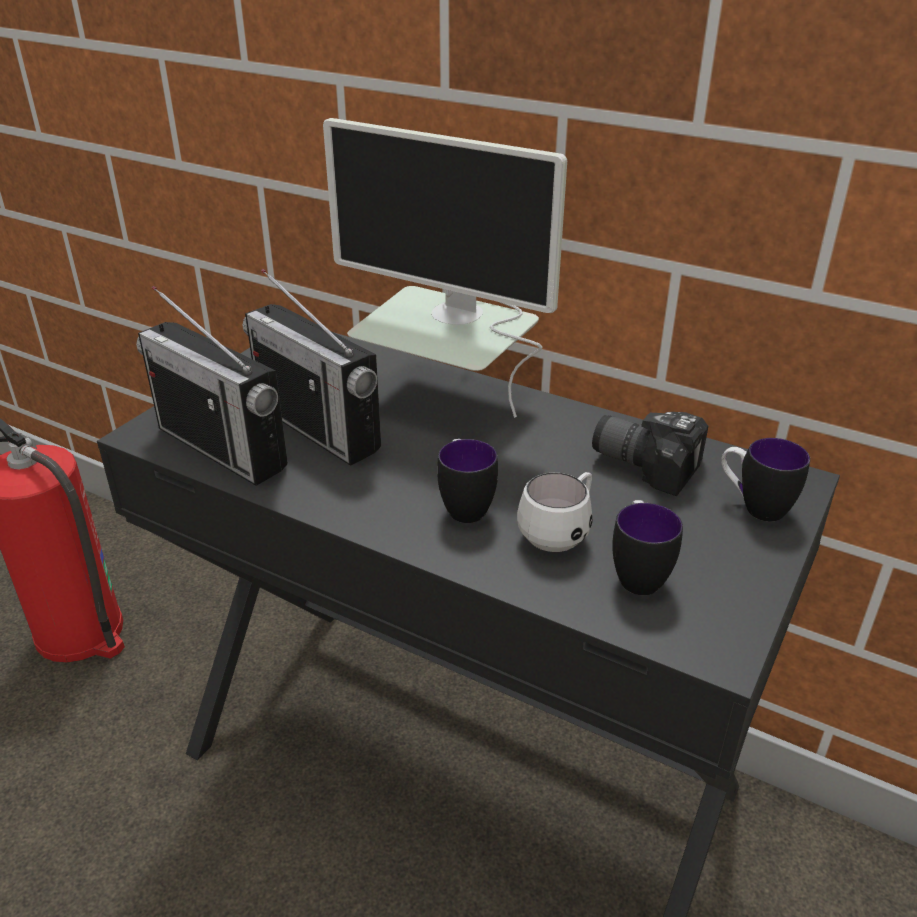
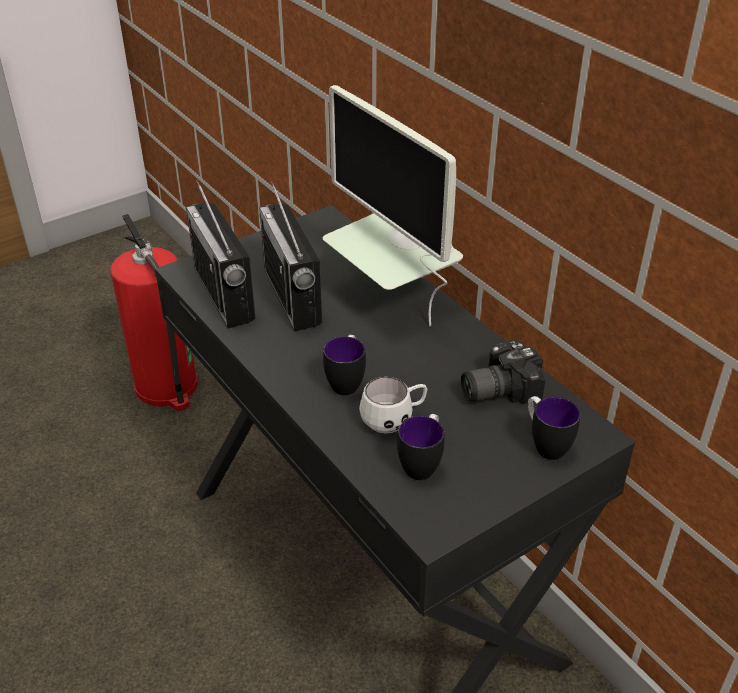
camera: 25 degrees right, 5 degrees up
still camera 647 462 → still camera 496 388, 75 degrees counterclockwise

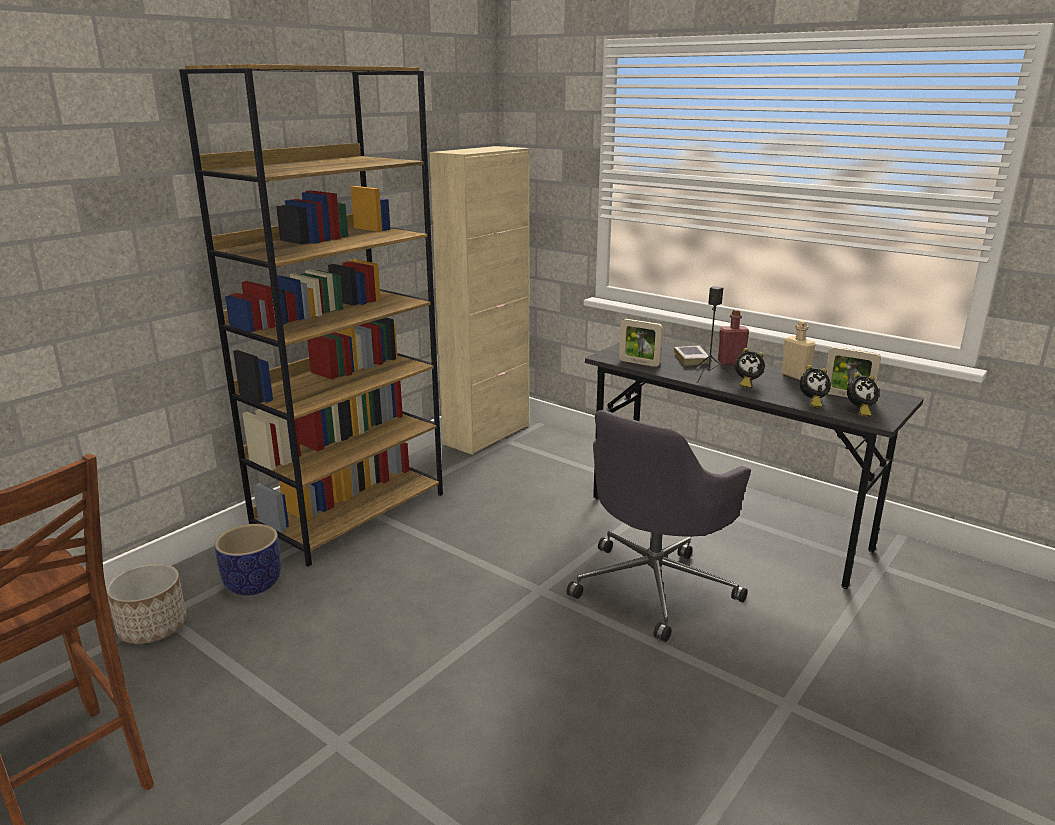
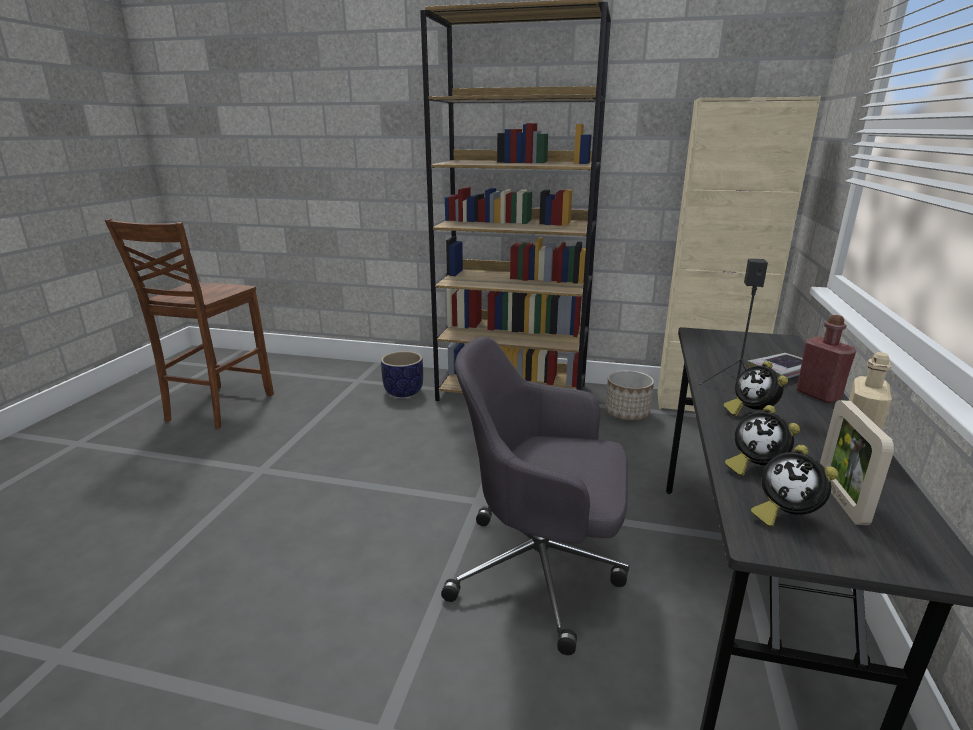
camera: 65 degrees right, 0 degrees up
photo frame 639 363 → -
plant pot 153 627 → plant pot 627 413, shifted

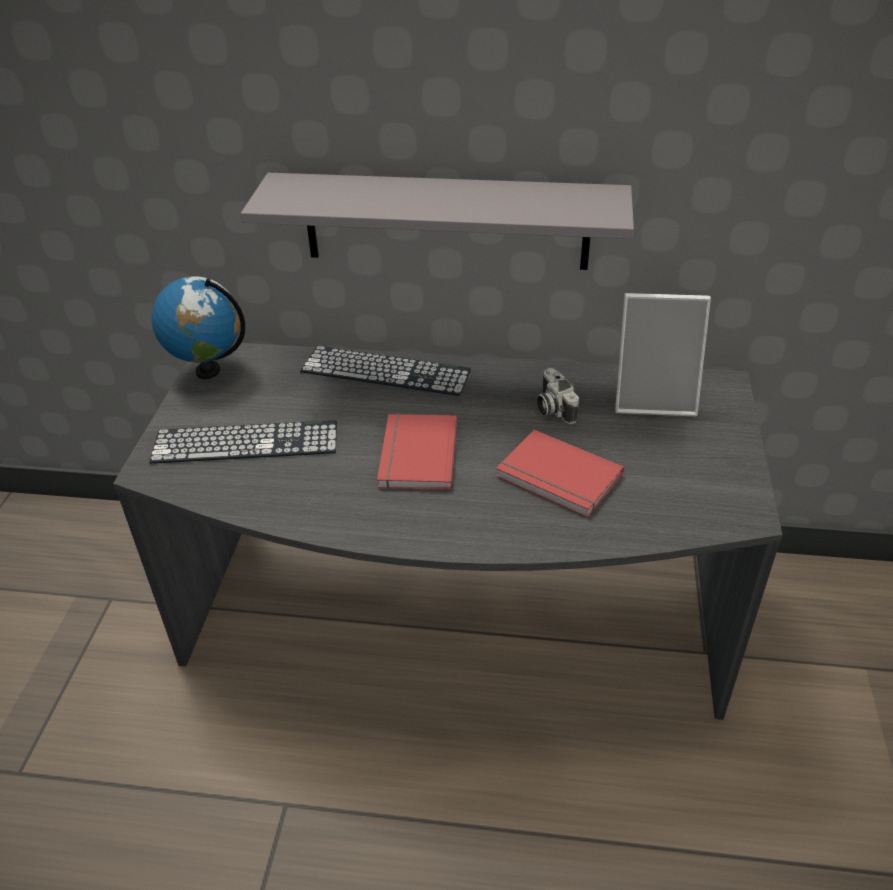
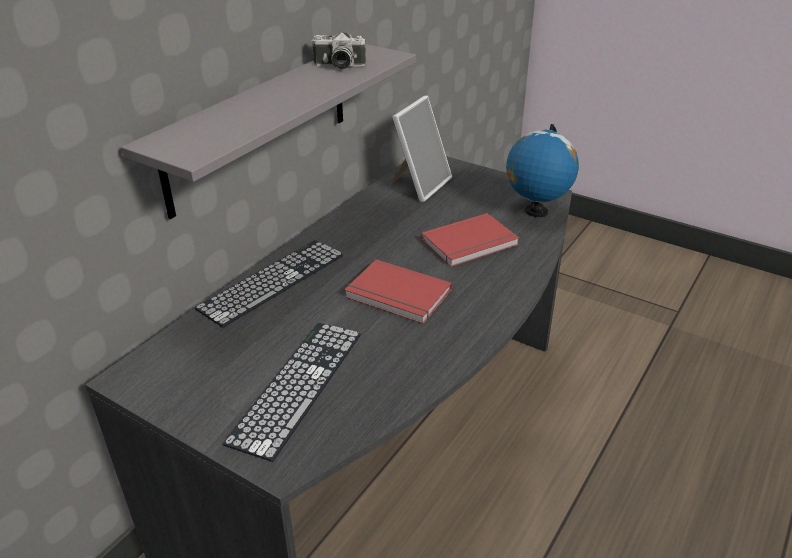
camera: 65 degrees left, 5 degrees down
world globe 208 371 → world globe 536 212, shifted
still camera 553 408 → still camera 338 66, shifted

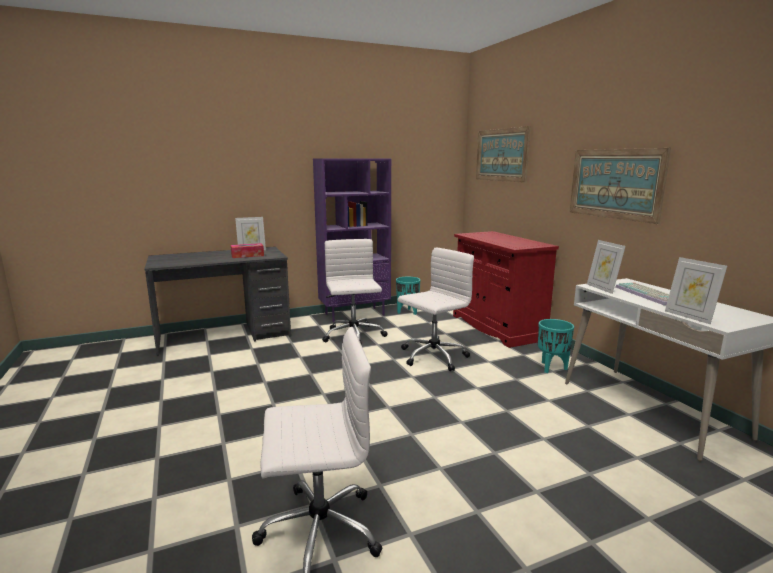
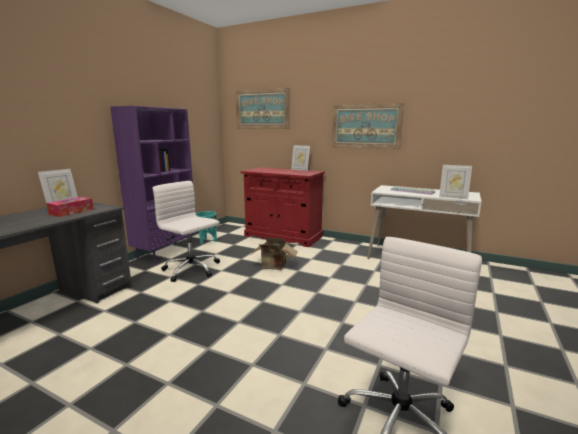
camera: 40 degrees left, 0 degrees up
plant pot (turquoise-coloured) 552 368 → -
photo frame 602 288 → photo frame 300 170, shifted
computer chair (whitish) 432 357 → packing box 274 267

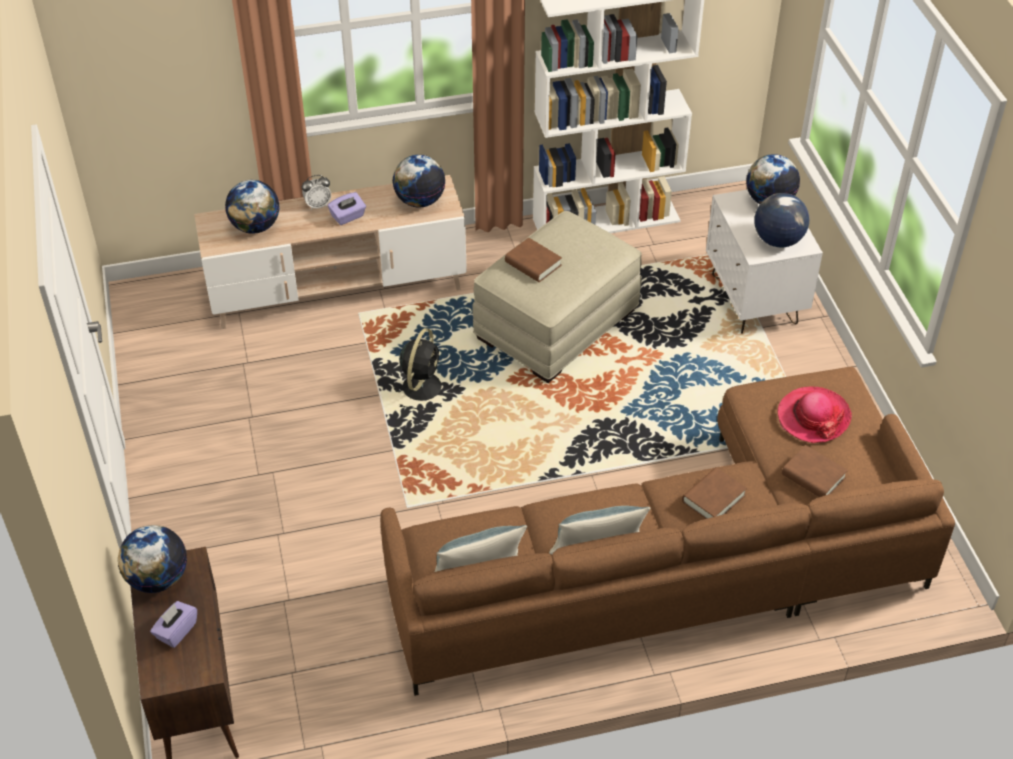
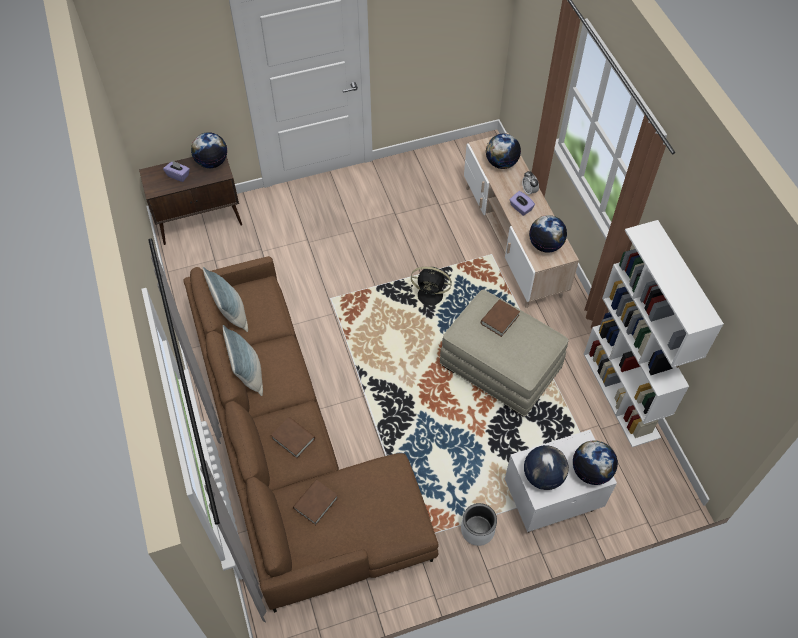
camera: 85 degrees right, 10 degrees up
wearable hat 813 417 → -
- → plant pot (whitish) 477 530

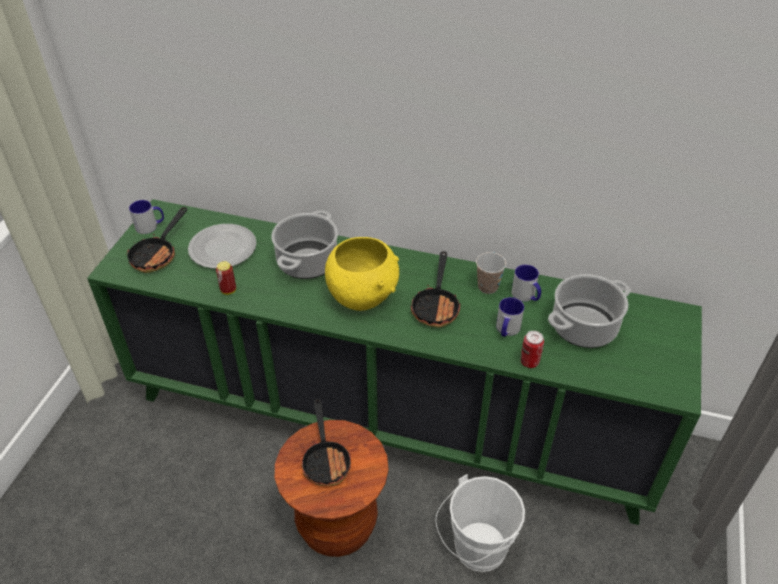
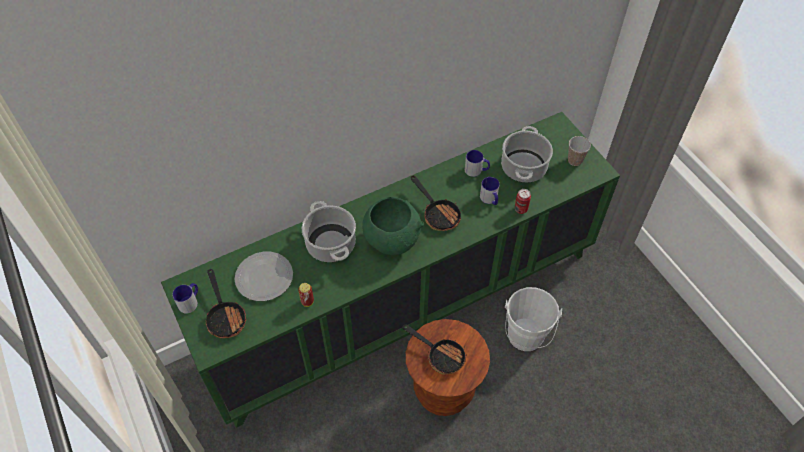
camera: 45 degrees left, 10 degrees up
drinking cup 487 287 → drinking cup 575 160, shifted
bowl (yellowish) 362 297 → bowl (greenish) 392 240

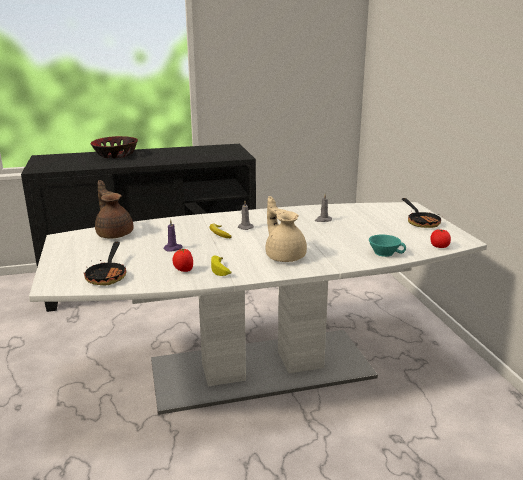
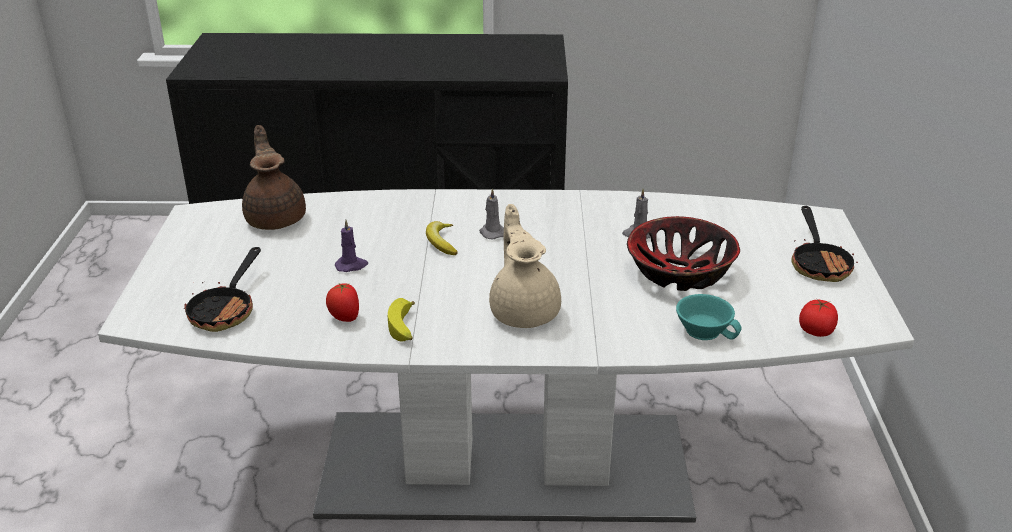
camera: 15 degrees right, 10 degrees up
bowl 115 155 → bowl 679 274, shifted

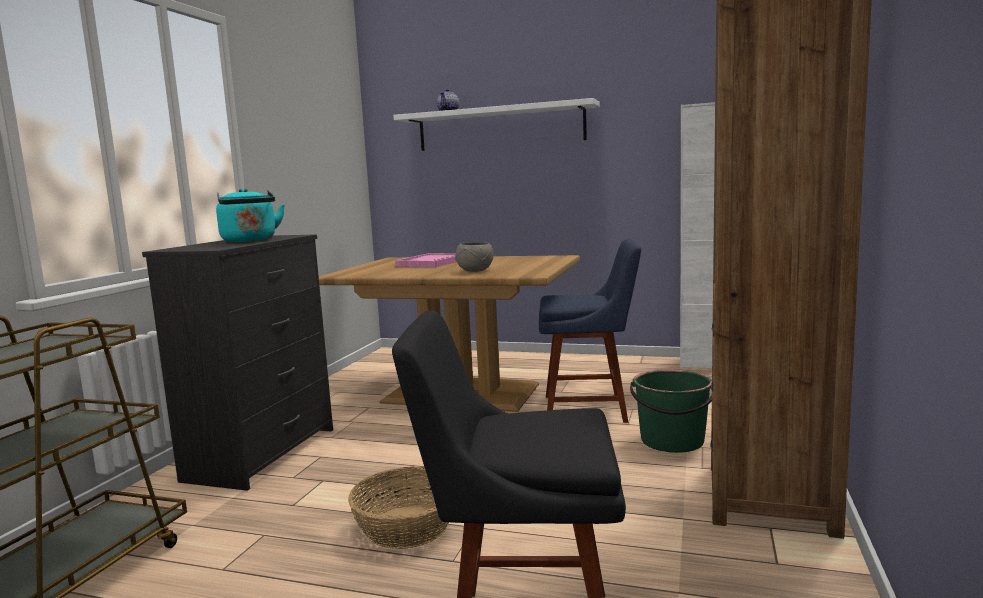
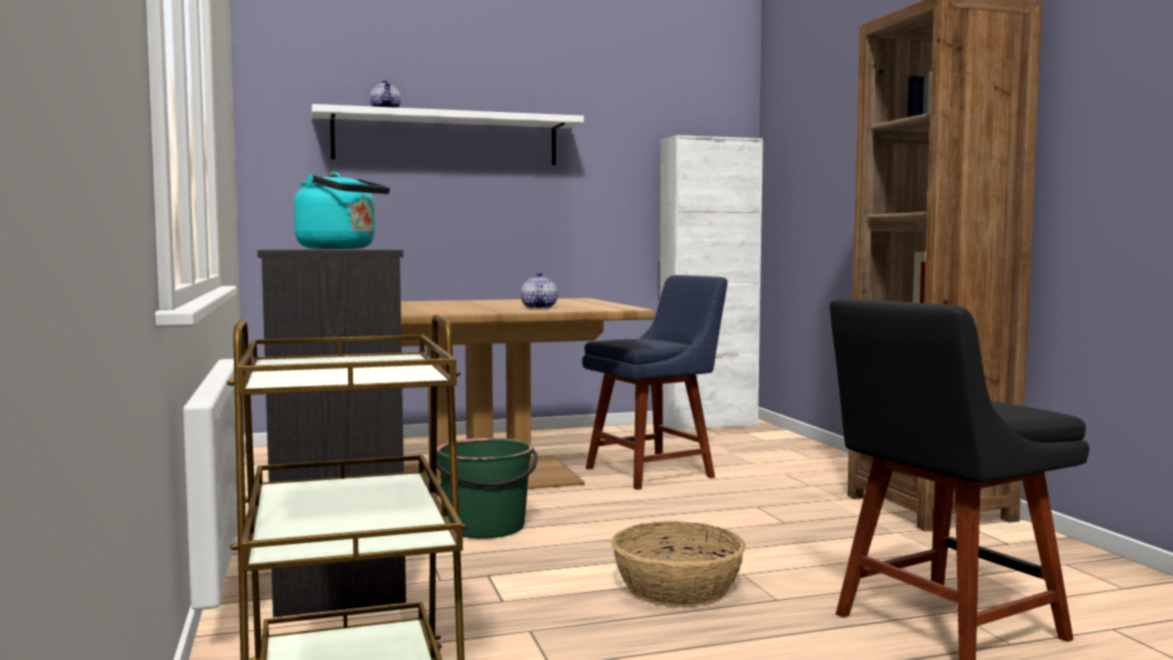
camera: 35 degrees left, 5 degrees down
tray (pink-coloured) 432 262 → -
water bucket (greenish) 672 441 → water bucket (greenish) 486 527, shifted
bowl (gray) 475 271 → teapot 538 307

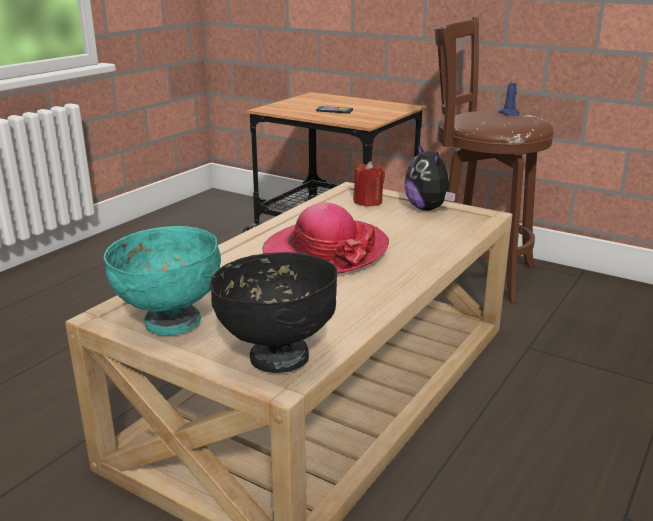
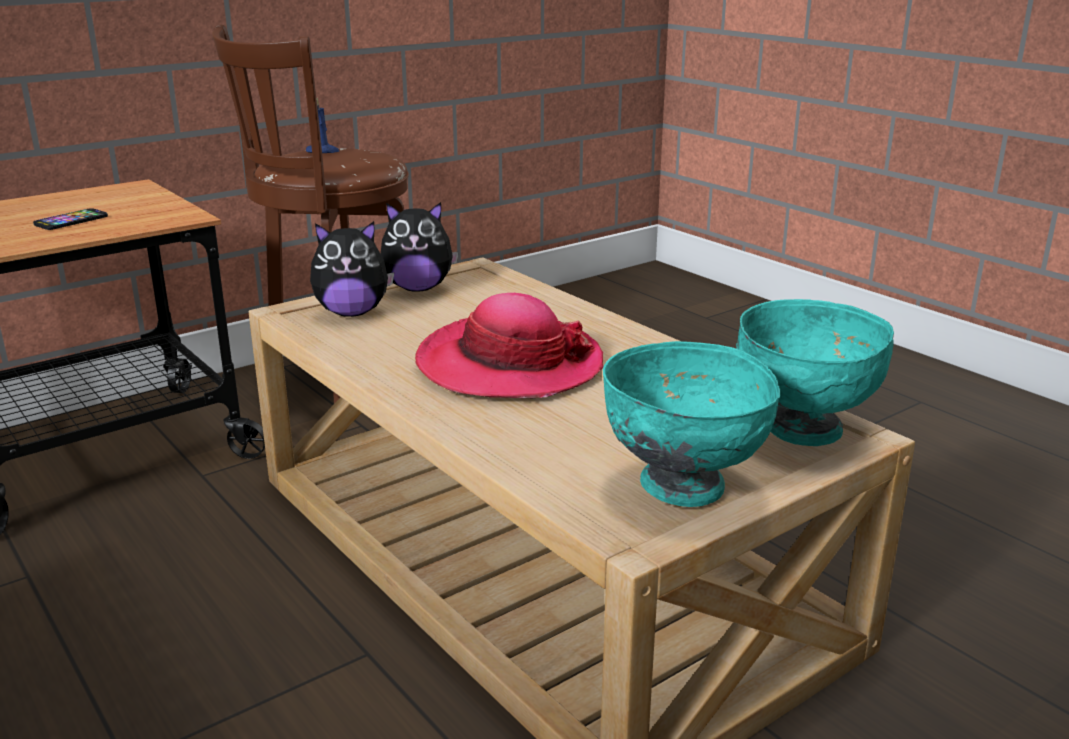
camera: 70 degrees left, 0 degrees up
wax light (reddish) 368 202 → plush toy 352 313
bowl (black-coloured) 278 356 → bowl (turquoise-coloured) 801 429

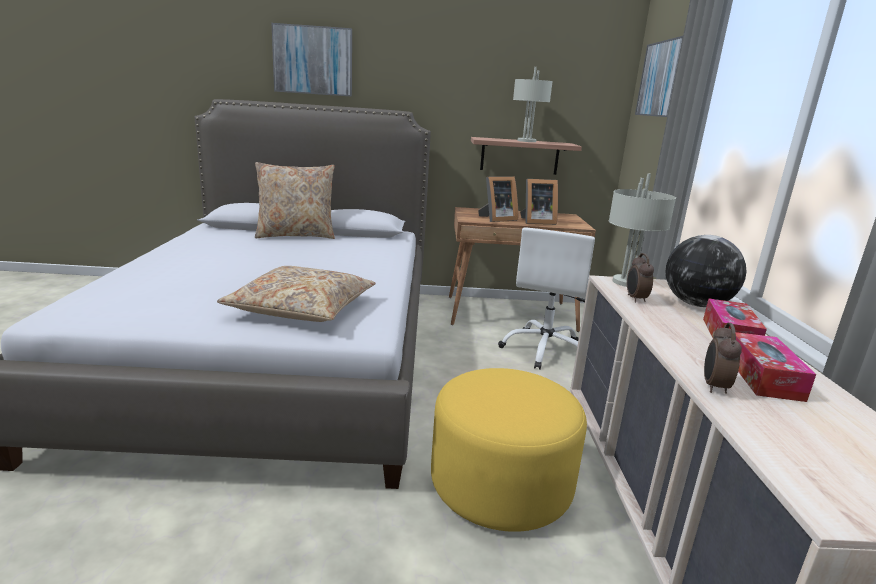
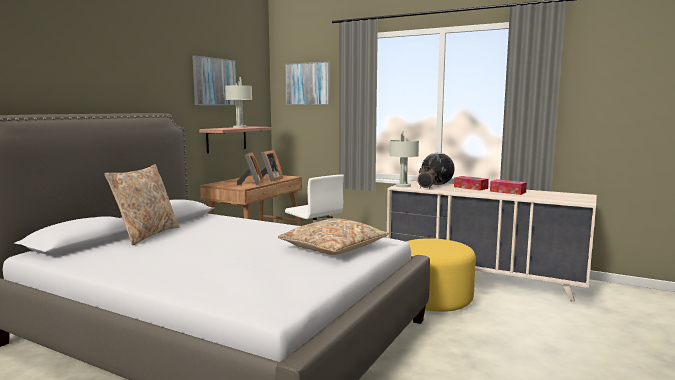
camera: 60 degrees left, 10 degrees down
bedside clock 713 387 → -
picture 313 60 → picture 214 82, shifted

